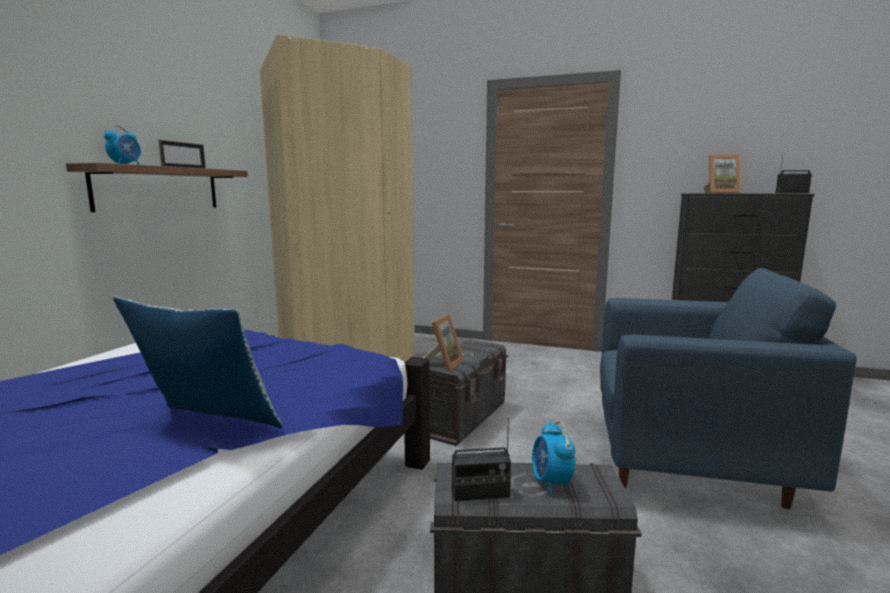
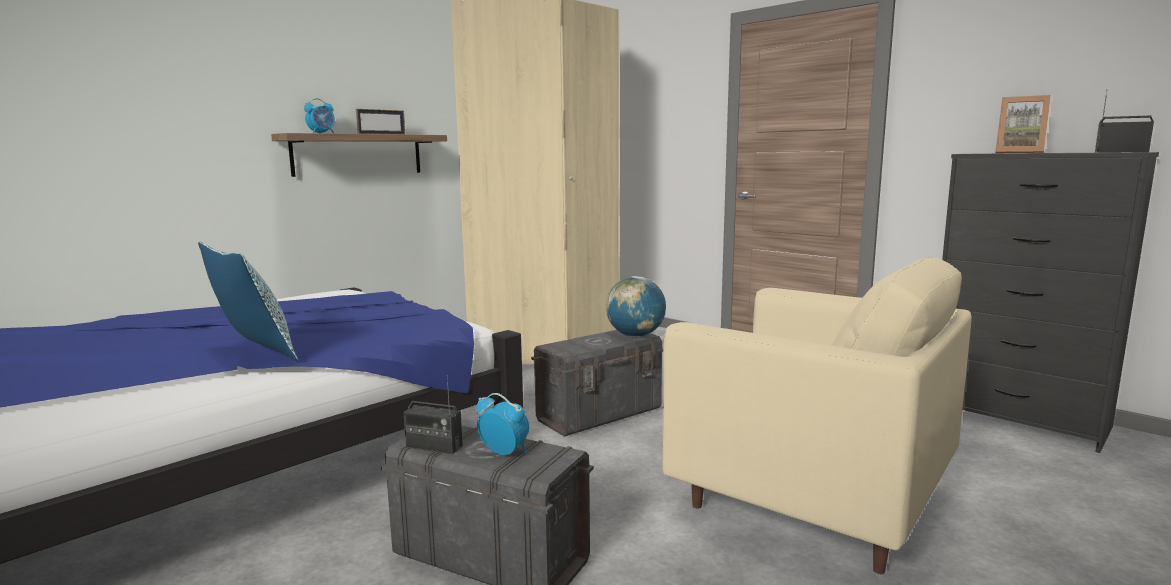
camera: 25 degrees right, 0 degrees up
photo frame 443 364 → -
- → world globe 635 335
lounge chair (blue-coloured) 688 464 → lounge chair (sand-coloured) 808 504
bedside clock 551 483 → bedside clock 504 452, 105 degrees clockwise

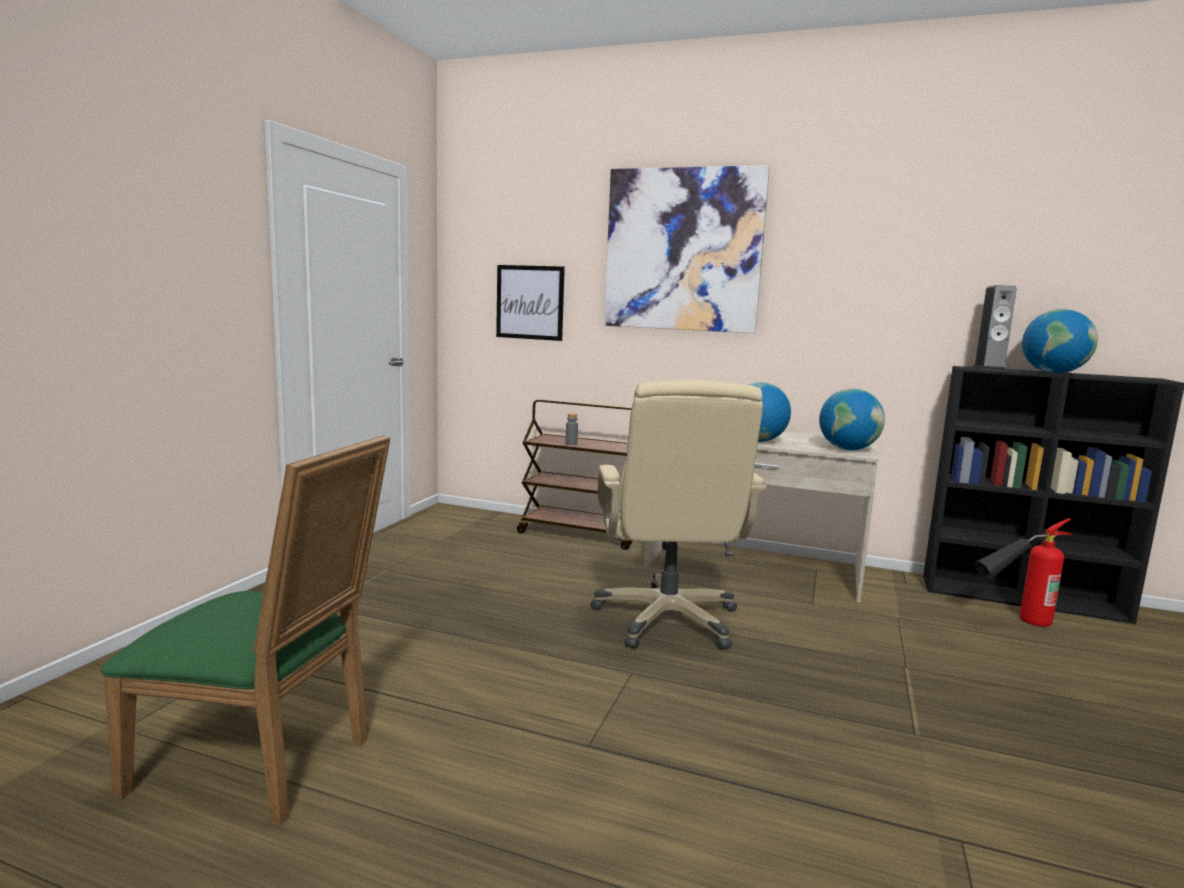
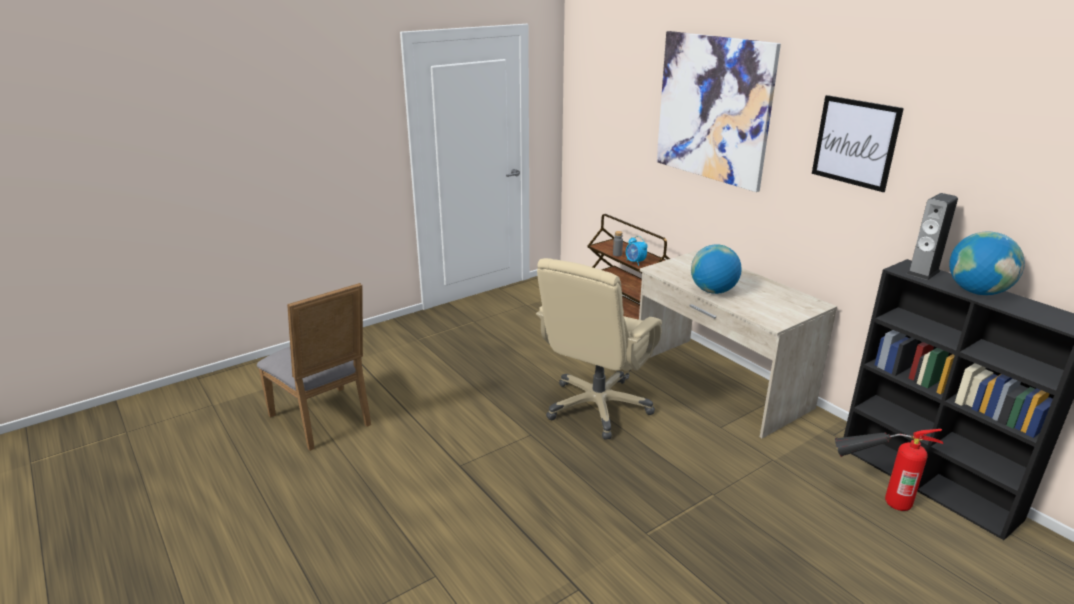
camera: 35 degrees right, 15 degrees up
world globe 848 449 → -
- → bedside clock 635 262
picture 530 302 → picture 855 142, shifted
plain chair (greenish) 265 764 → plain chair (gray) 325 421

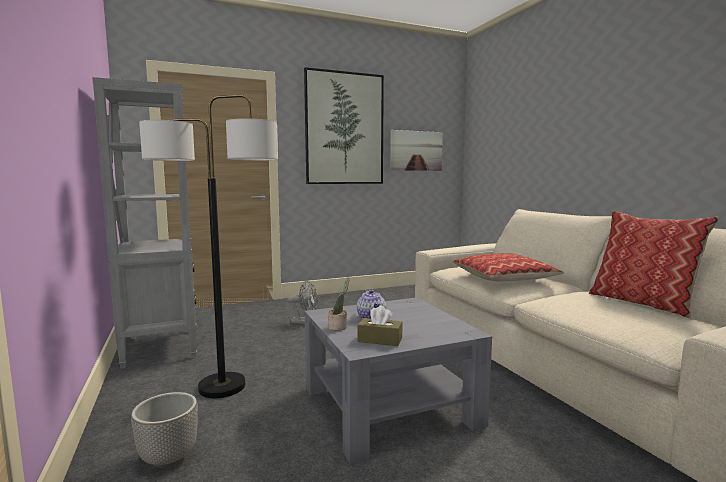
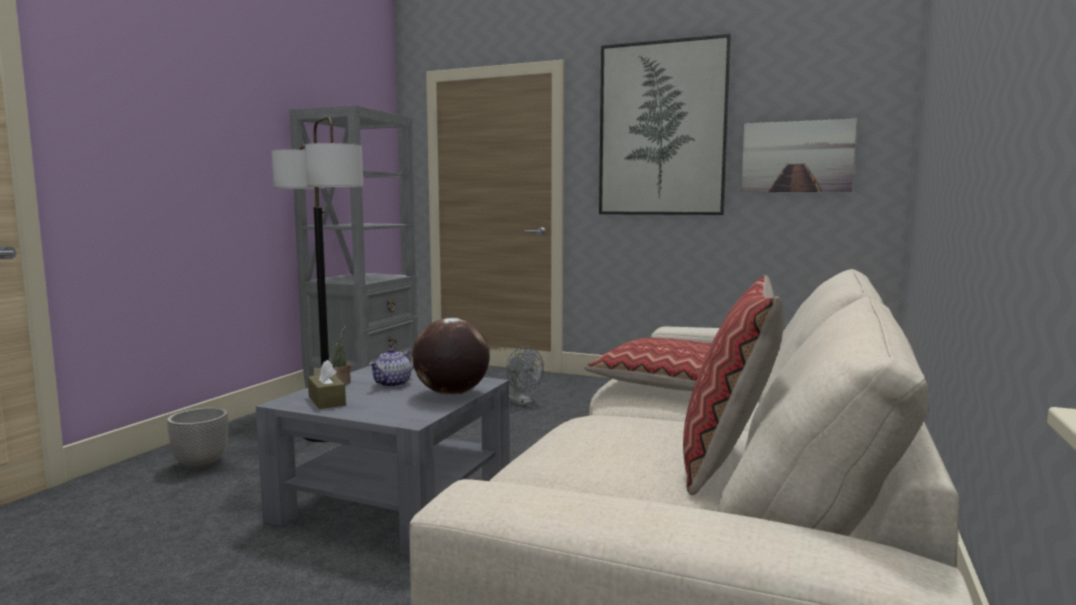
camera: 45 degrees right, 0 degrees up
- → world globe 451 394

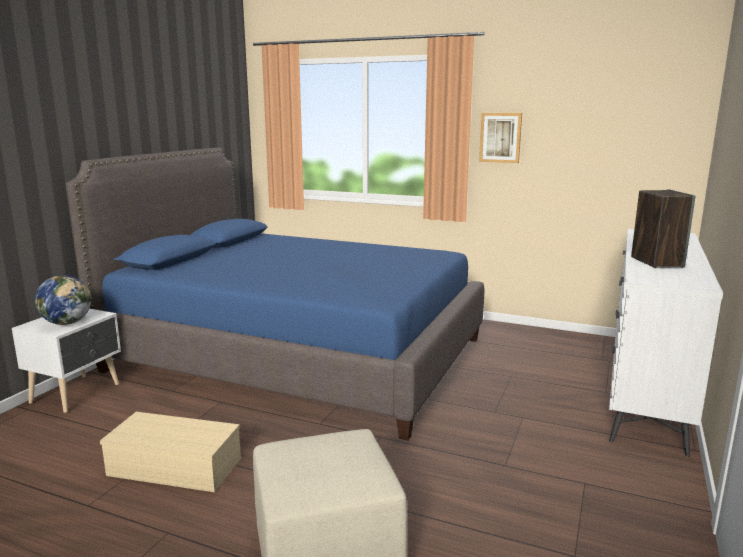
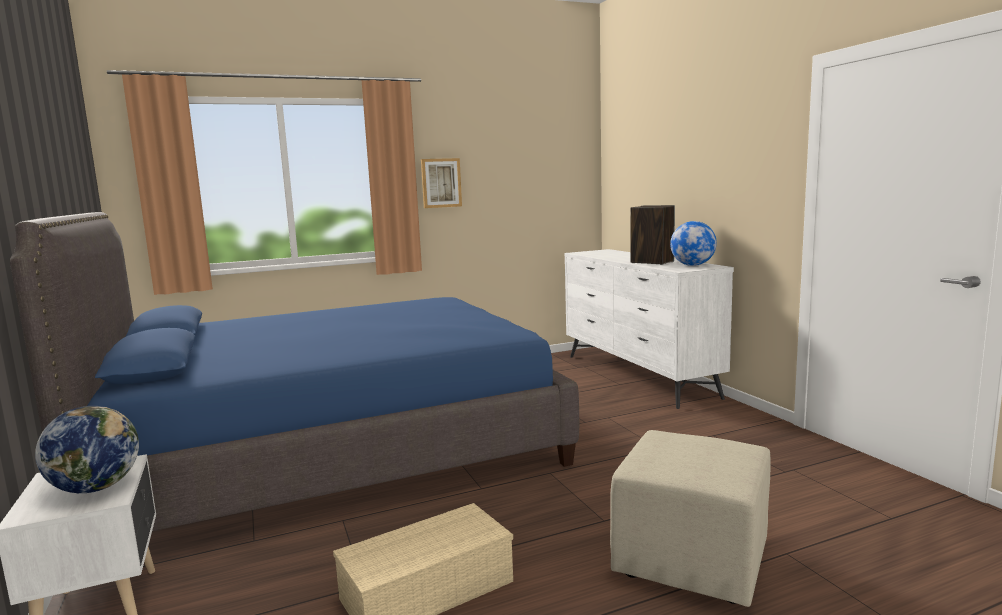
camera: 45 degrees left, 5 degrees down
- → world globe 692 265

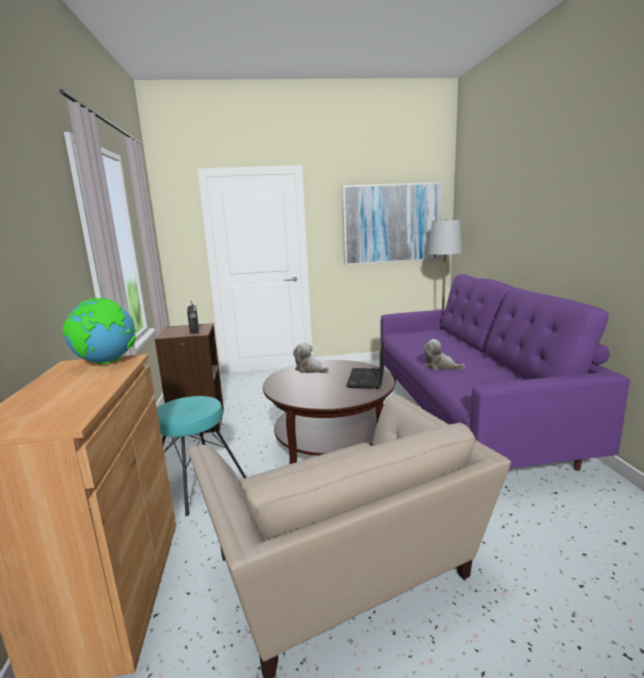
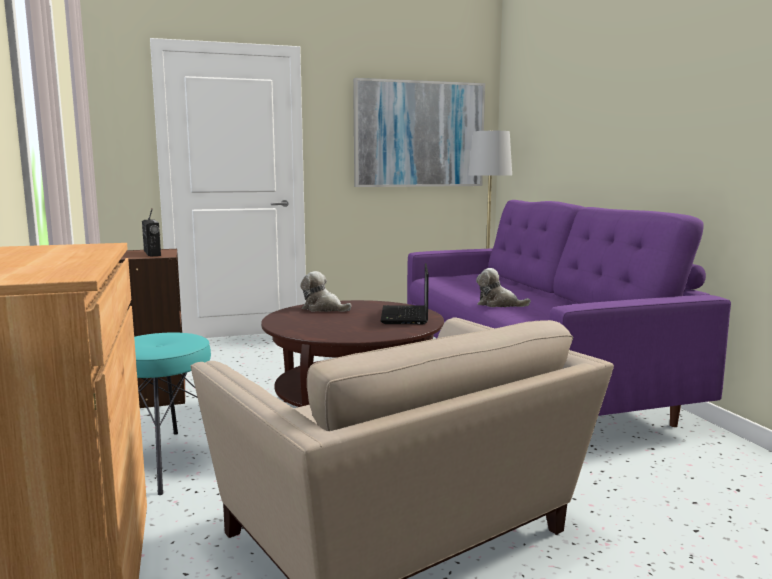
camera: 10 degrees left, 5 degrees down
world globe 106 362 → -

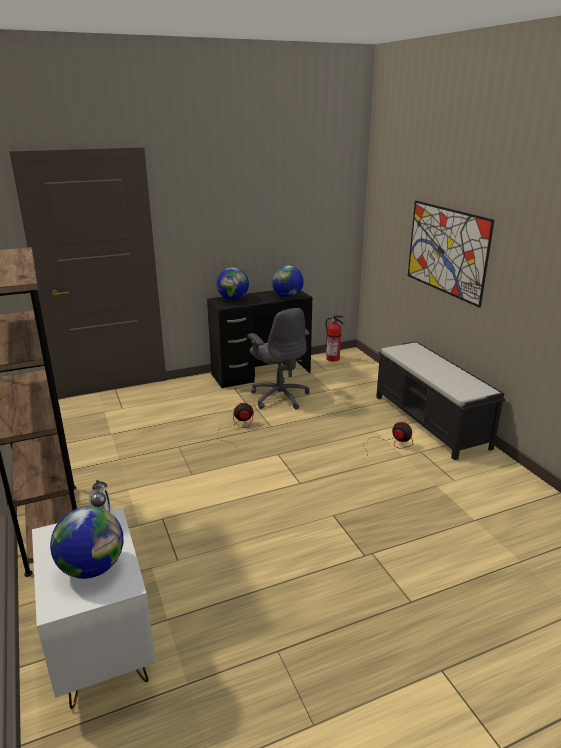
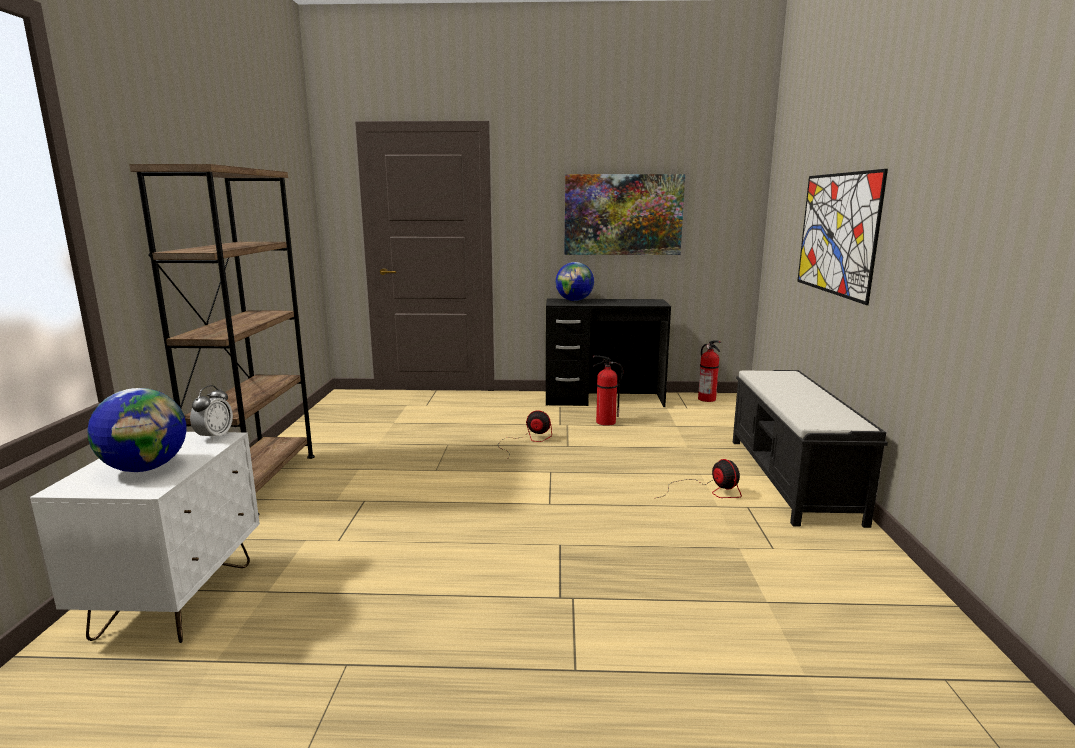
camera: 25 degrees right, 10 degrees down
world globe 287 297 → -
- → picture 623 215
computer chair (gray) 279 397 → extinguisher 605 422

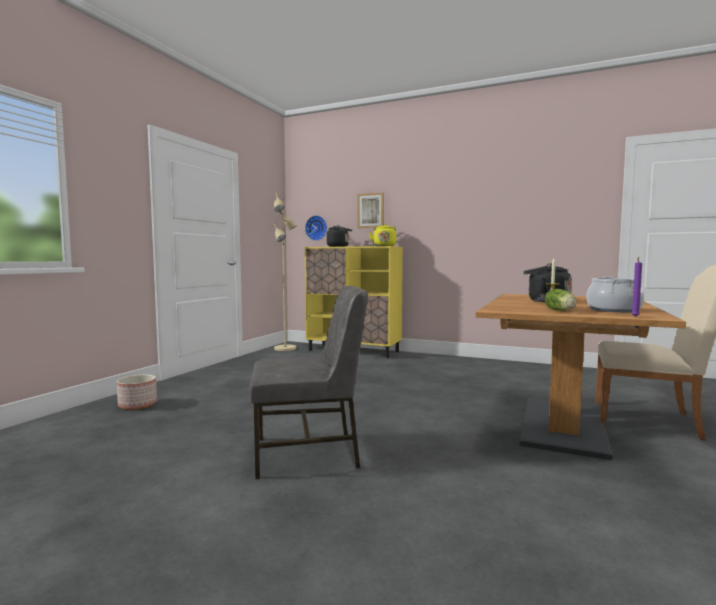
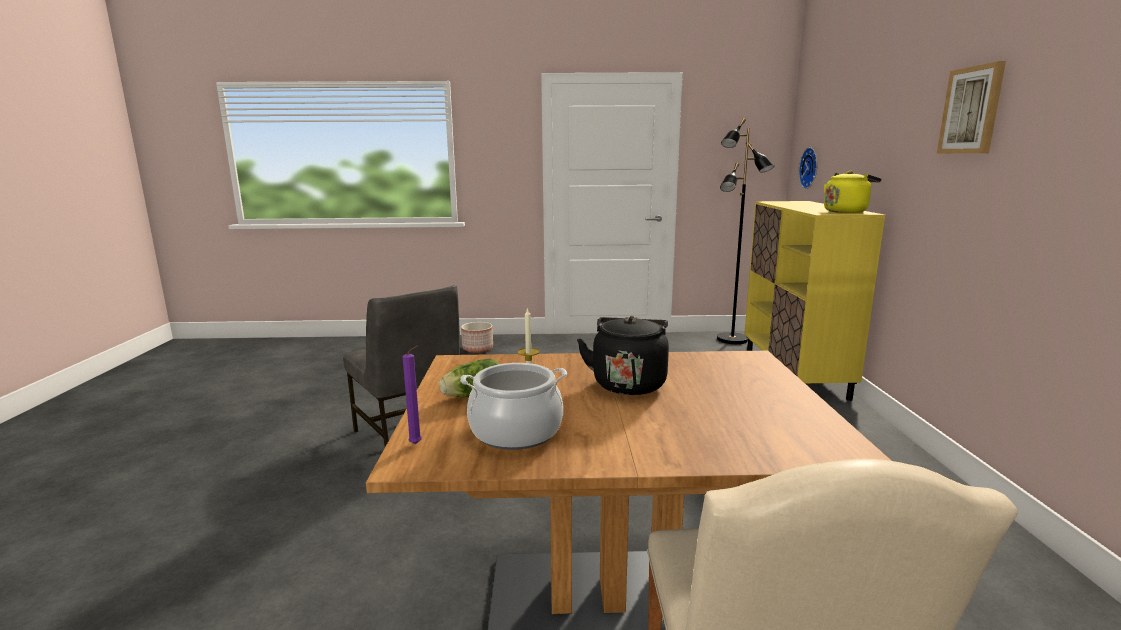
camera: 65 degrees right, 10 degrees up
kettle (black-coloured) 339 246 → -
picture 371 210 → picture 971 110, shifted
standing lamp (sand-coloured) 285 349 → standing lamp (black-coloured) 732 340

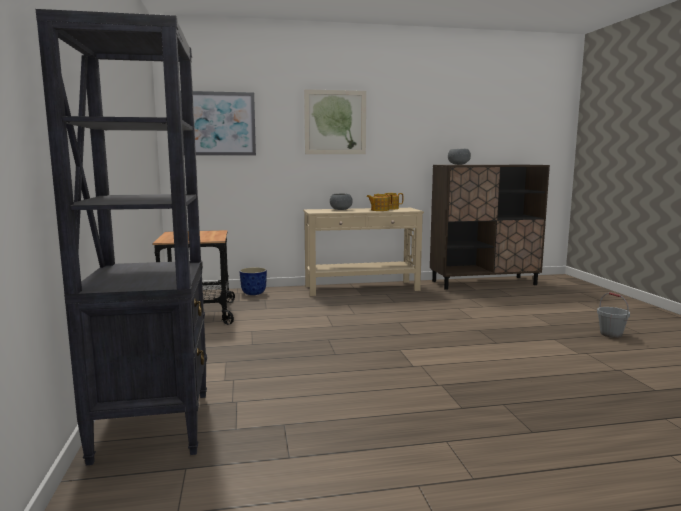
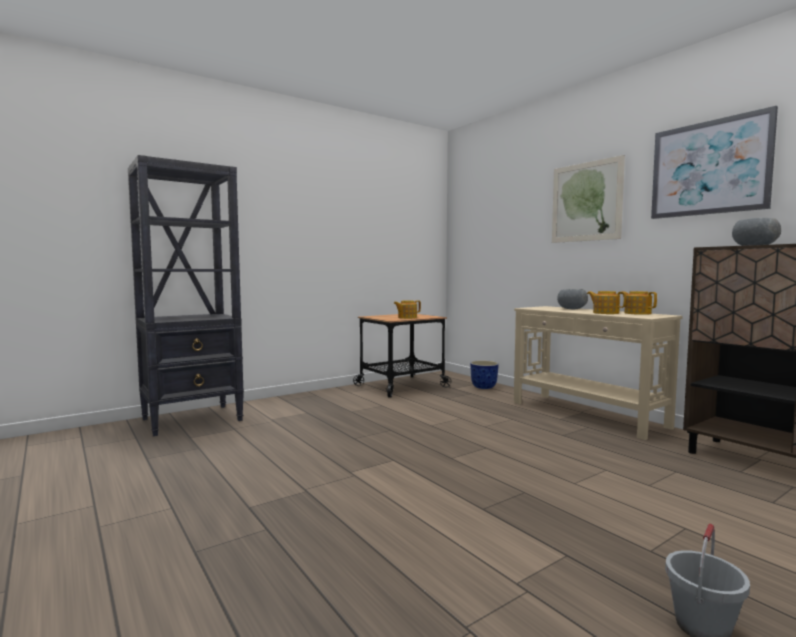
camera: 65 degrees right, 5 degrees down
- → teapot 407 317
picture 218 124 → picture 709 168, shifted

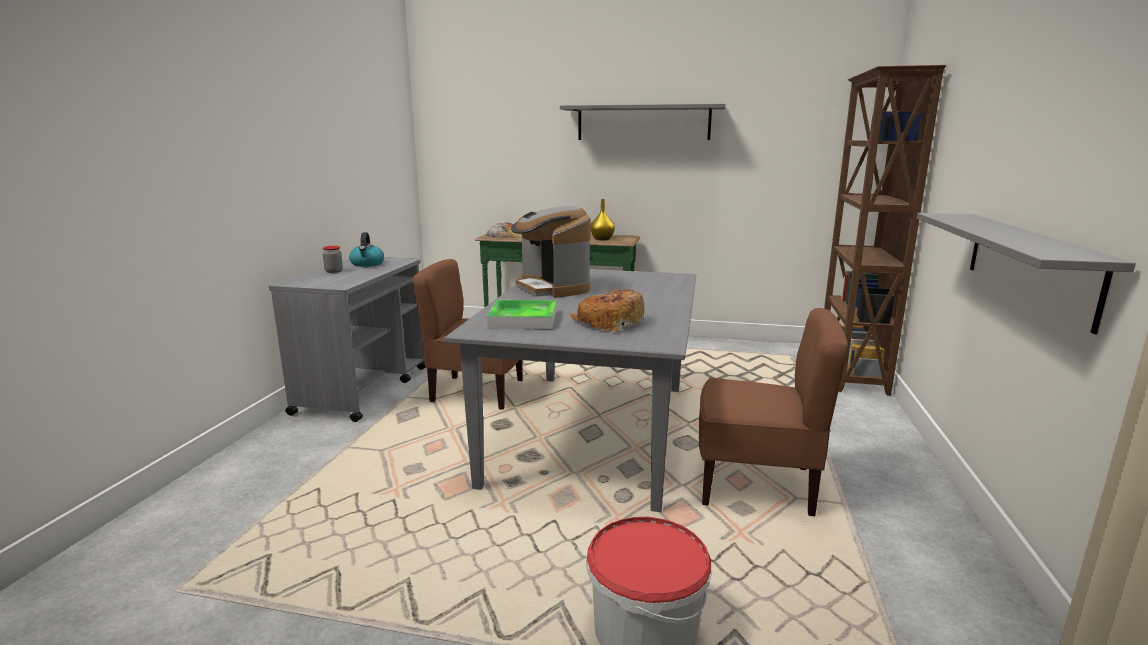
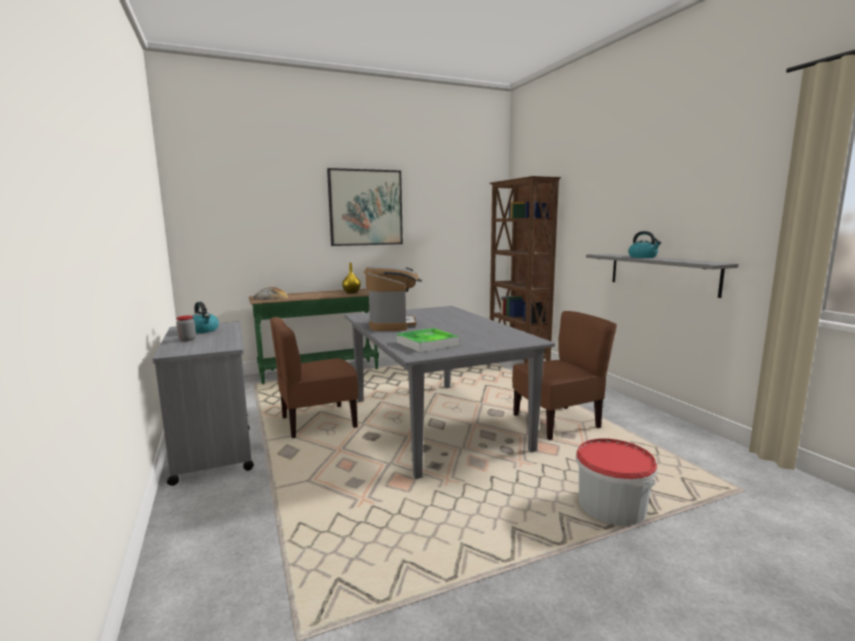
camera: 35 degrees left, 5 degrees down
bakery bread 609 322 → -
- → kettle 643 257
wall shelf (gray) 643 123 → picture 365 207
coffee brewer 552 288 → coffee brewer 393 325, 120 degrees counterclockwise

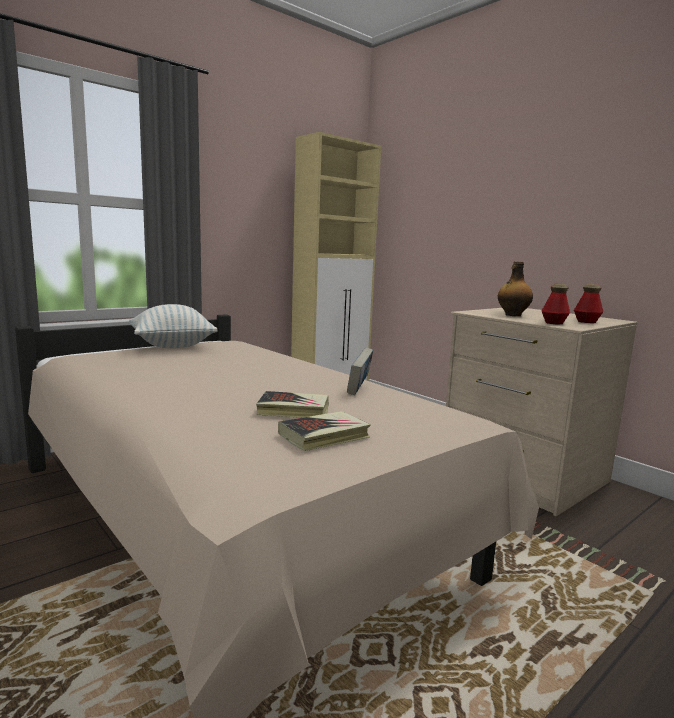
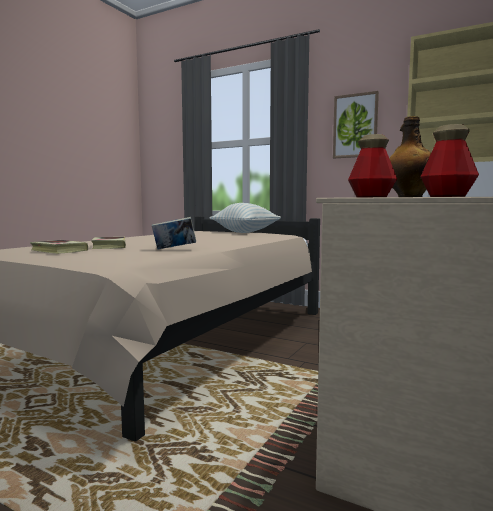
camera: 70 degrees right, 5 degrees down
- → picture 355 126

